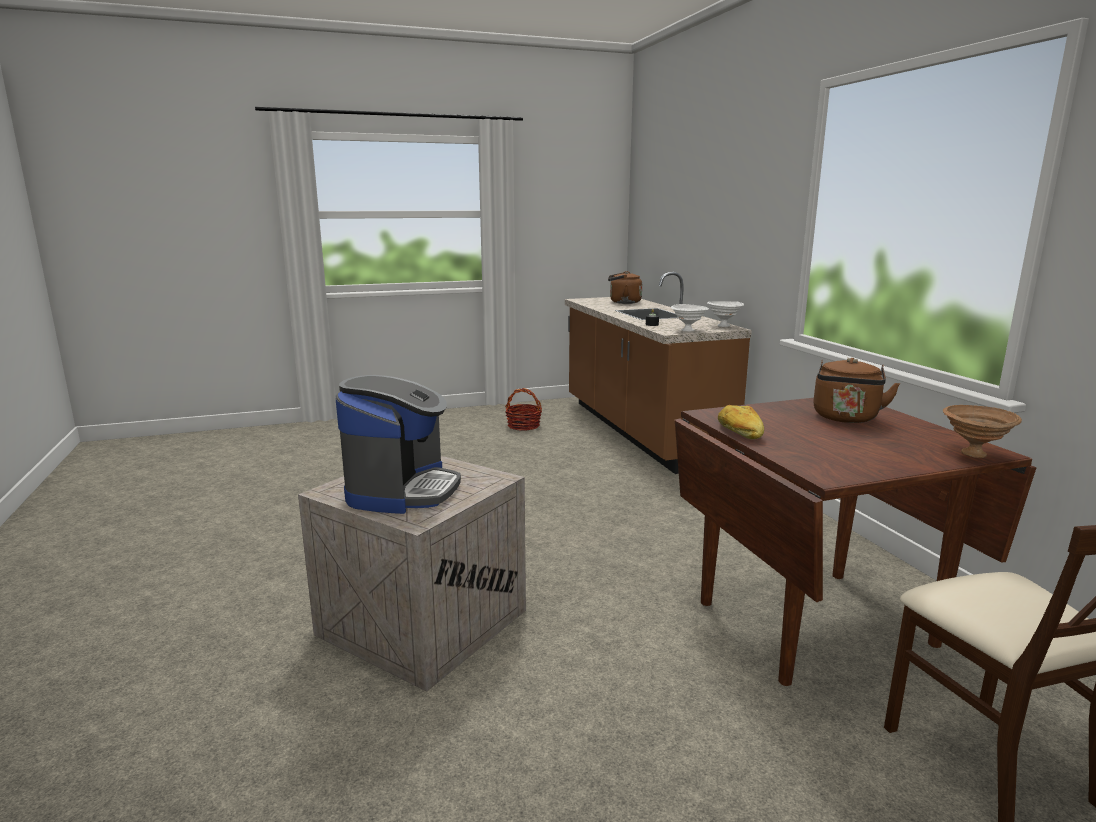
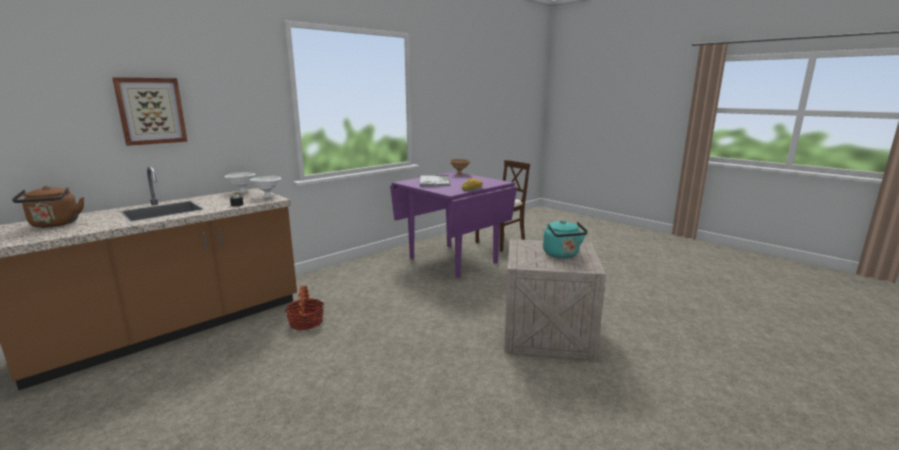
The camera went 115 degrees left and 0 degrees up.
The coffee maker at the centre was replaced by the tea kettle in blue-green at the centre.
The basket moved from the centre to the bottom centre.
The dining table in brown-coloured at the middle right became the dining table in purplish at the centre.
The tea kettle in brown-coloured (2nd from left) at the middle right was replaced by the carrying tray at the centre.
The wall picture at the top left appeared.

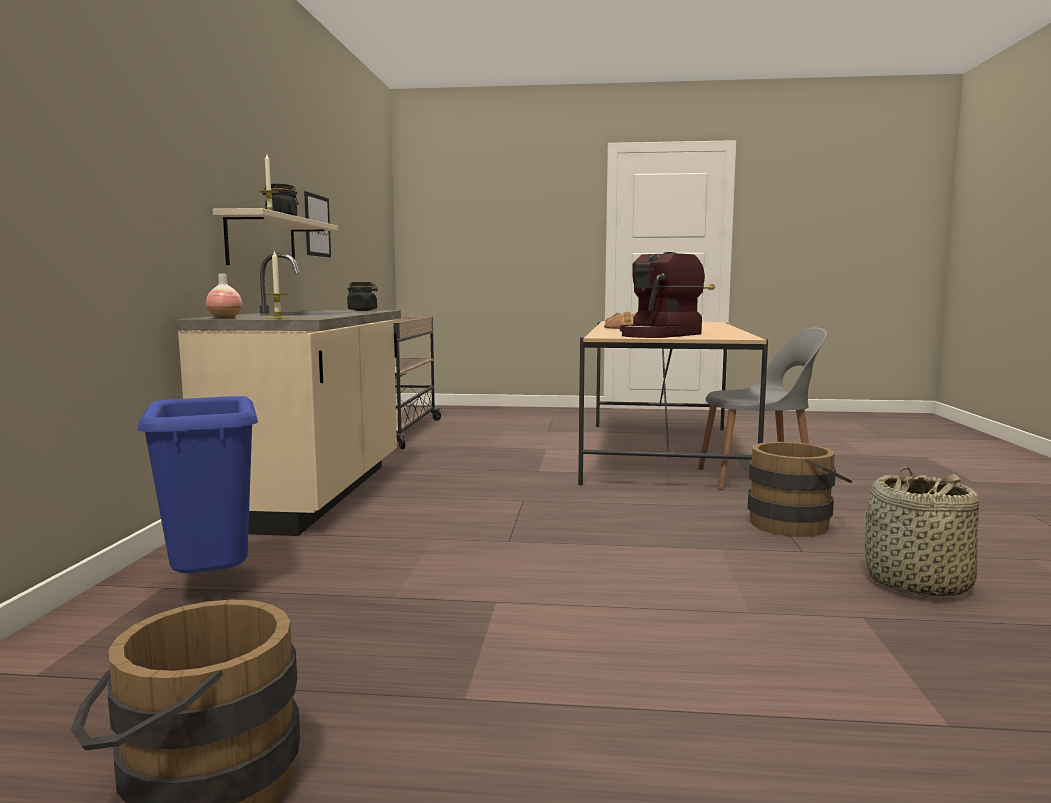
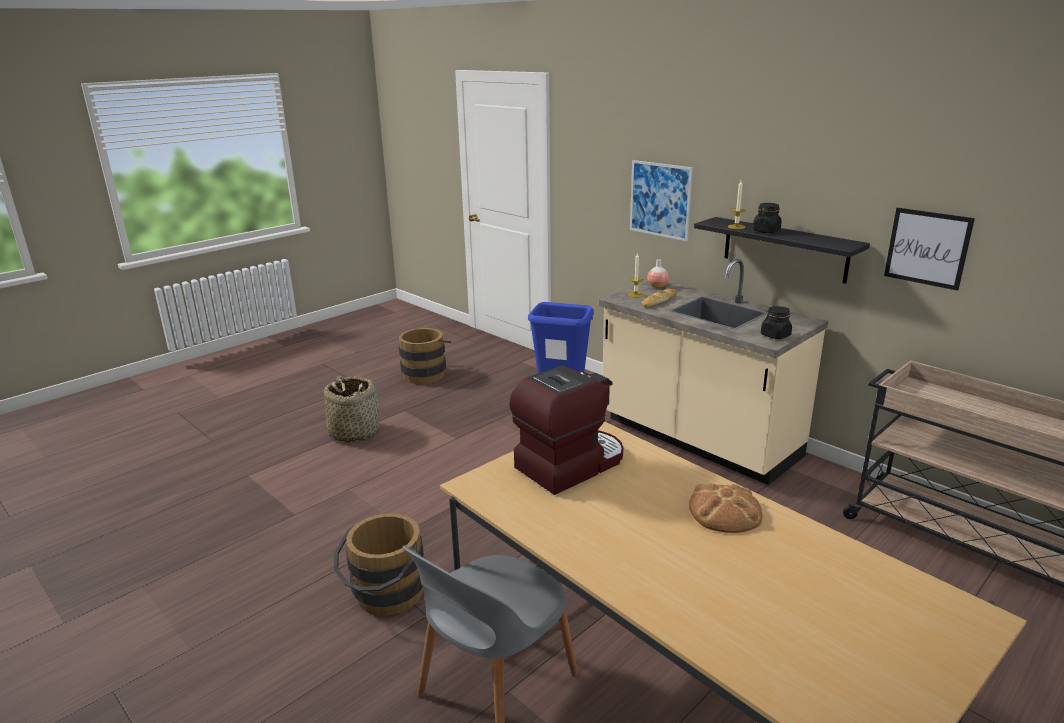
The camera went 130 degrees right and 15 degrees up.
The bracket shelf in sand-coloured at the top left became the bracket shelf in black at the middle right.
The coffee maker at the centre turned 60 degrees clockwise.
The basket moved from the middle right to the middle left.
The wall picture (1st from left) at the top centre appeared.
The bread (1st from left) at the centre appeared.

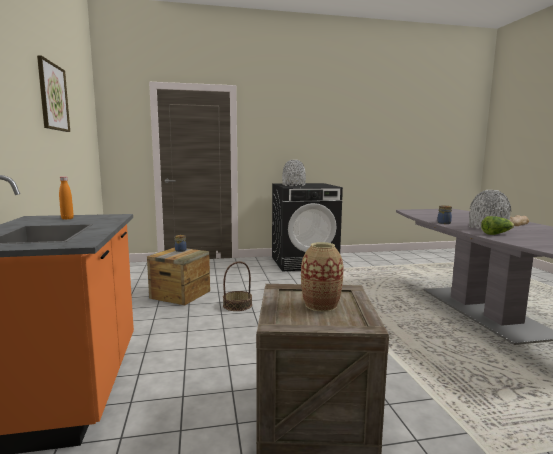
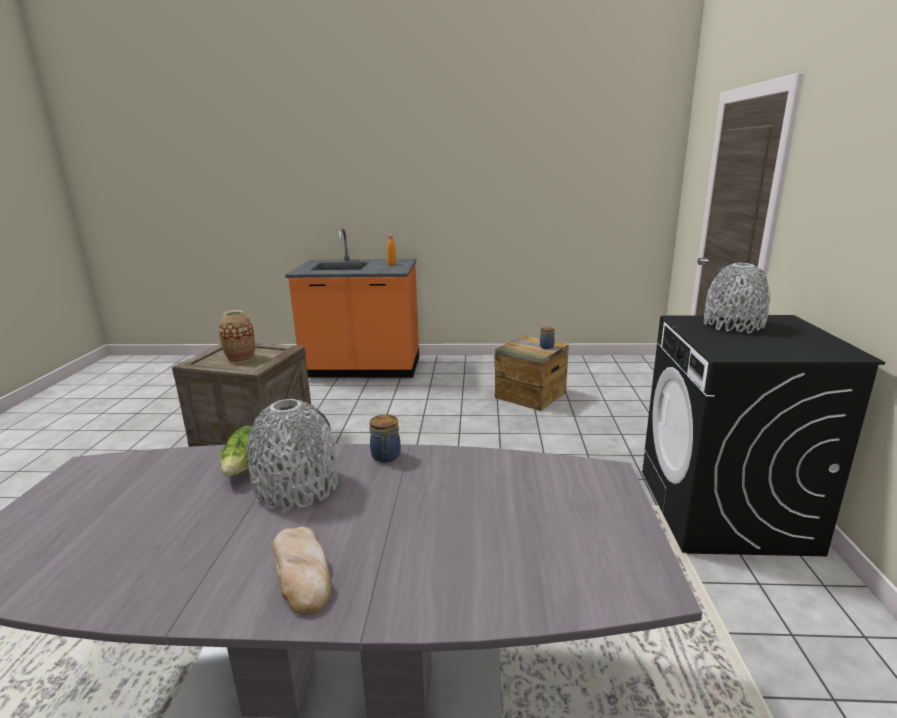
The camera went 105 degrees right and 10 degrees up.
The wall picture at the top left disappeared.
The basket at the centre disappeared.

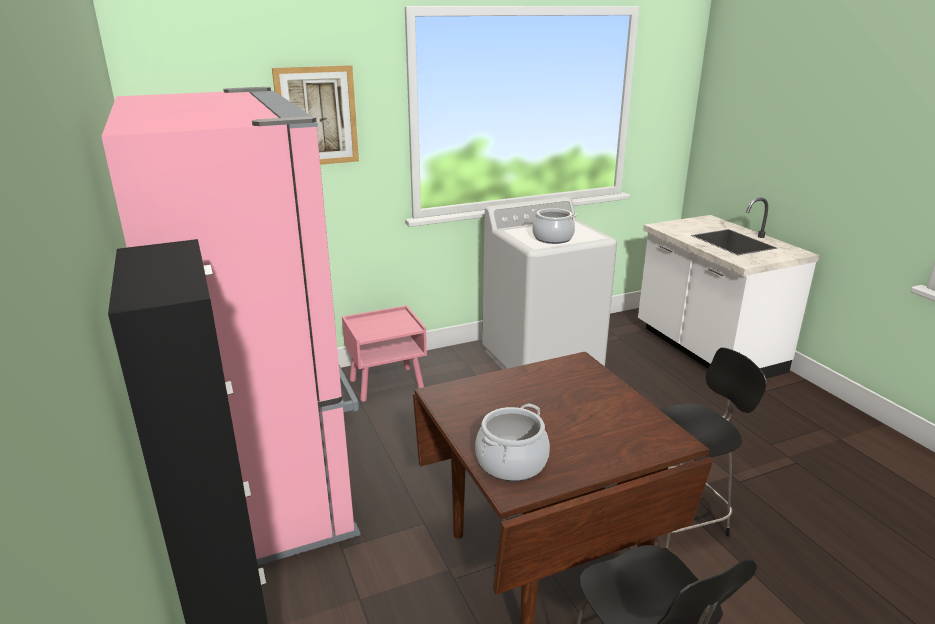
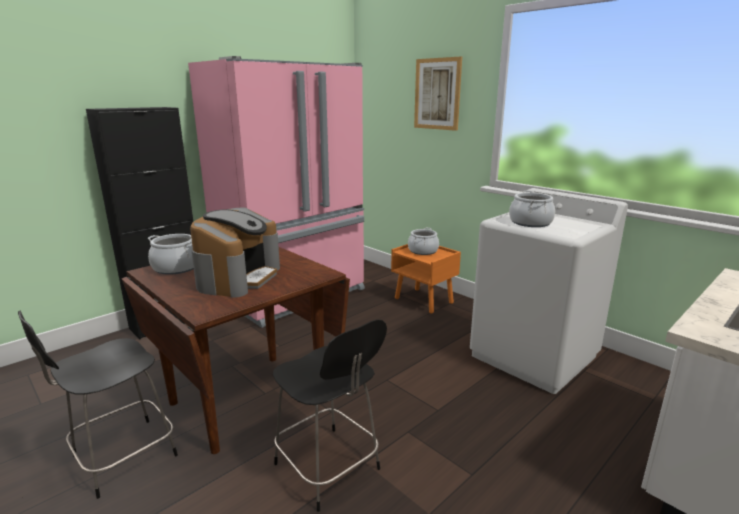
The camera went 70 degrees right and 5 degrees down.
The night table in pink-coloured at the centre became the night table in orange at the centre.
The coffee maker at the middle left appeared.
The cooking pot (2nd from left) at the centre appeared.

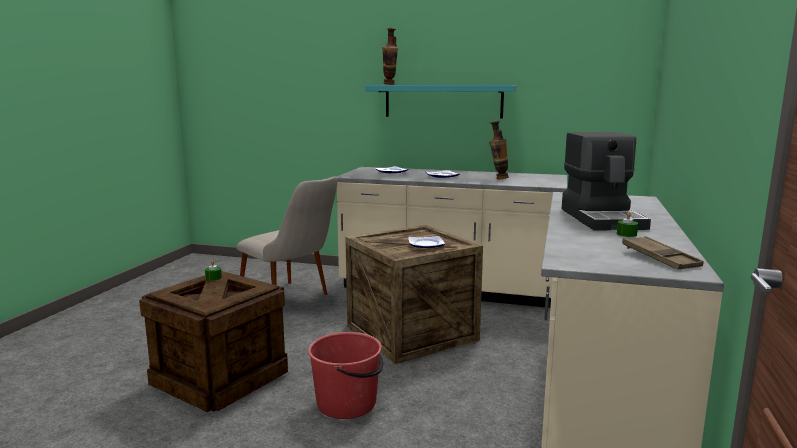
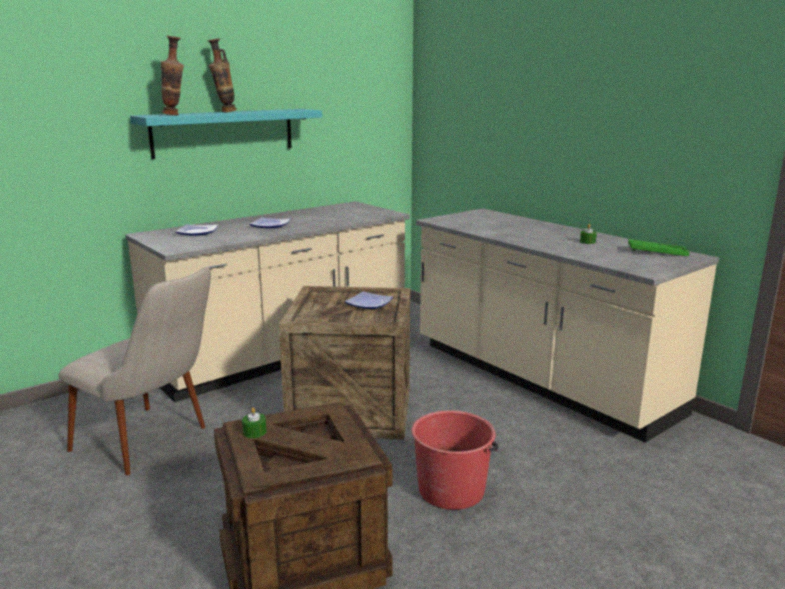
The camera went 55 degrees left and 5 degrees up.
The plain chair in sand-coloured at the centre turned 45 degrees clockwise.
The decorative vase (2nd from left) moved from the centre to the top left.
The coffee maker at the middle right disappeared.
The carrying tray in brown-coloured at the middle right became the carrying tray in green-coloured at the middle right.

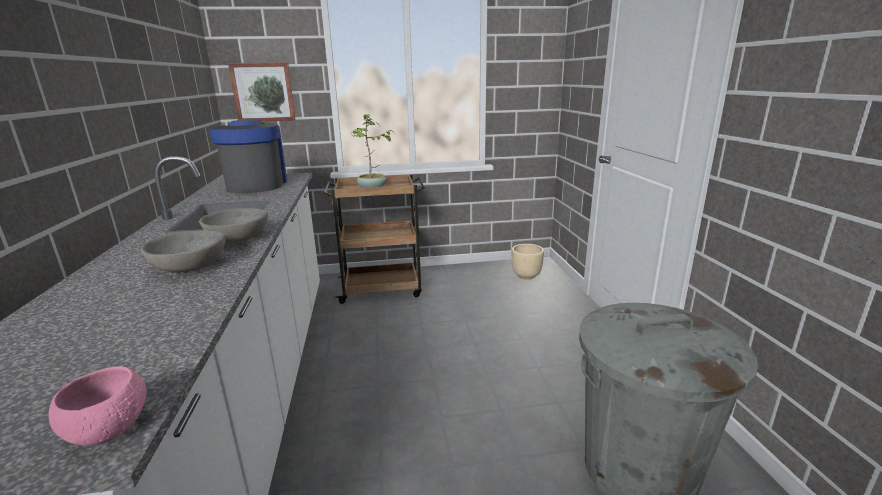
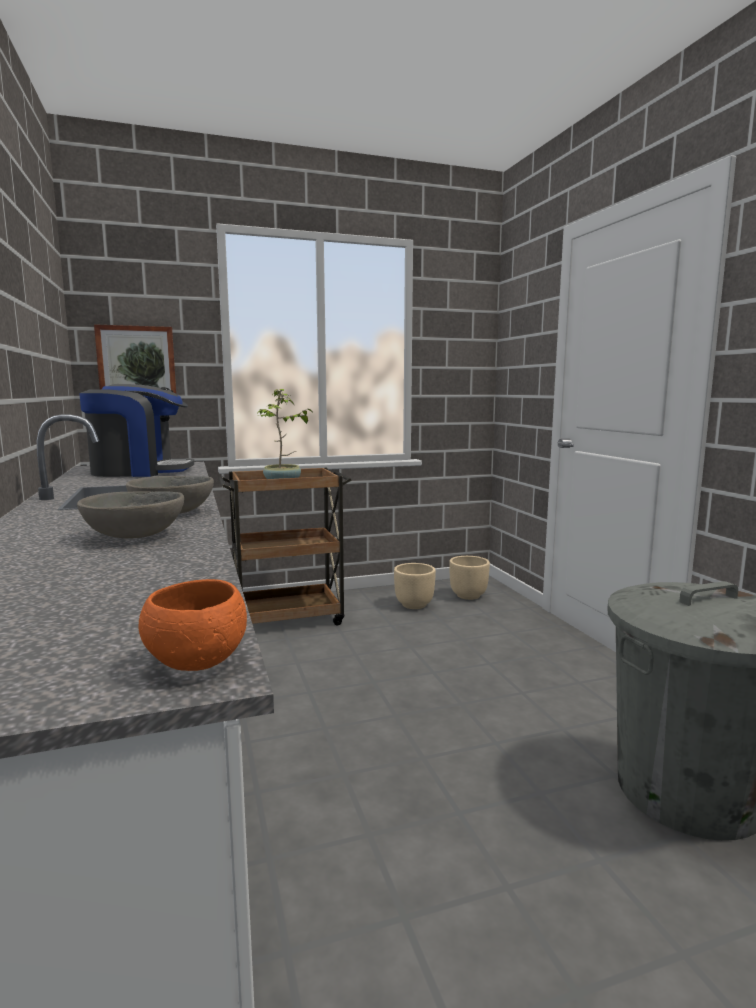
The camera went 10 degrees left and 10 degrees down.
The bowl in pink-coloured at the bottom left became the bowl in orange at the middle left.
The coffee maker at the top left turned 105 degrees clockwise.
The plant pot in sand-coloured (1st from left) at the centre appeared.

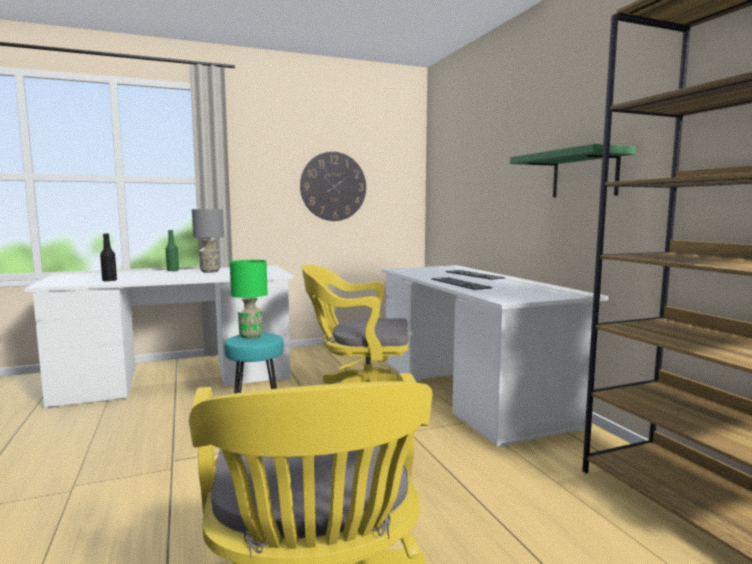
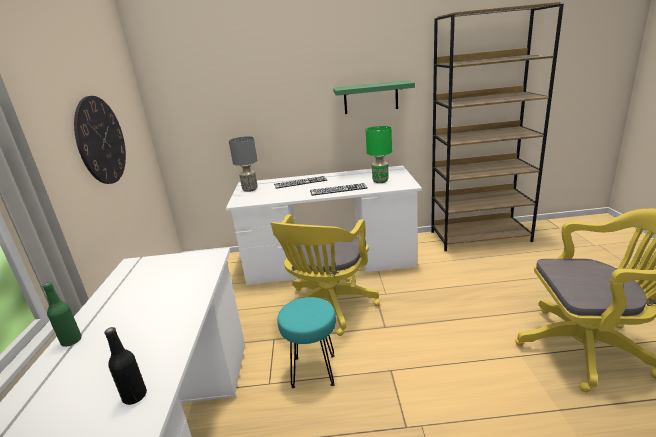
The camera went 70 degrees left and 15 degrees up.
The table lamp in greyish moved from the middle left to the centre.
The table lamp in green-coloured moved from the middle left to the centre.

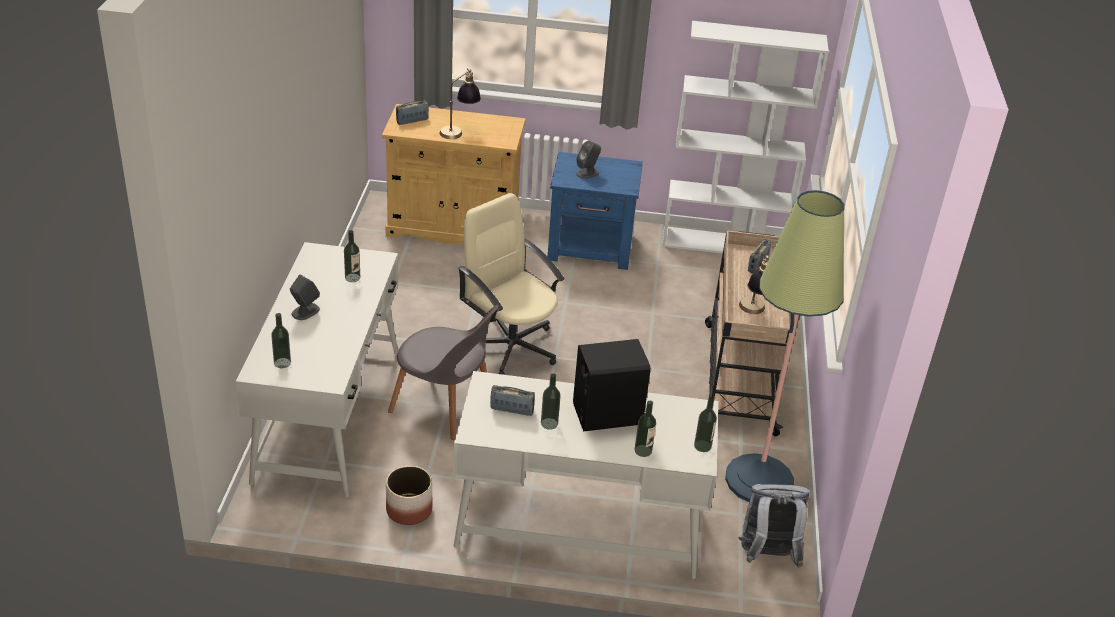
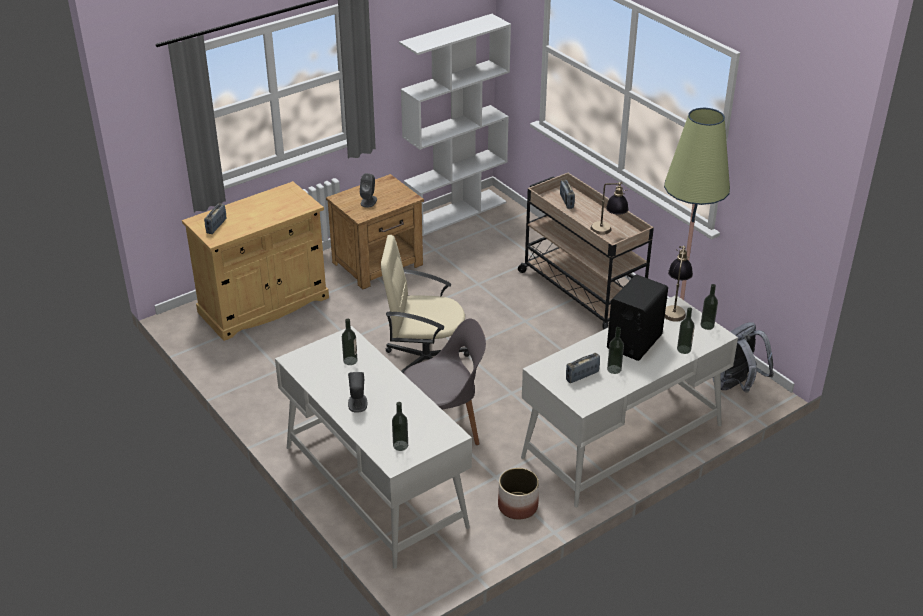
The camera went 40 degrees left and 0 degrees up.
The table lamp (1st from left in the first image) moved from the top centre to the middle right.
The night table in blue at the centre became the night table in brown-coloured at the centre.

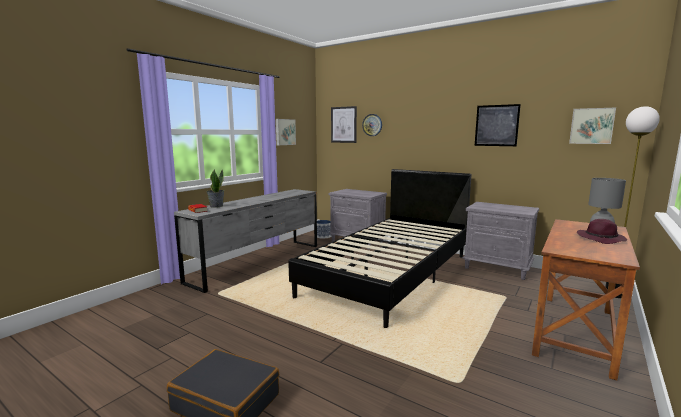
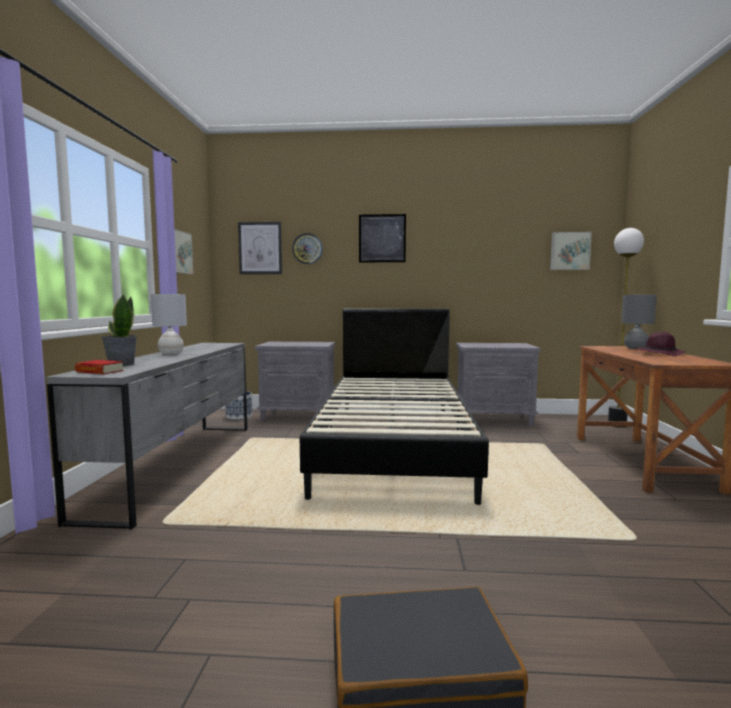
The camera went 30 degrees left and 5 degrees down.
The wall picture (3rd from left) moved from the top right to the centre.
The table lamp in greyish (1st from left) at the middle left appeared.

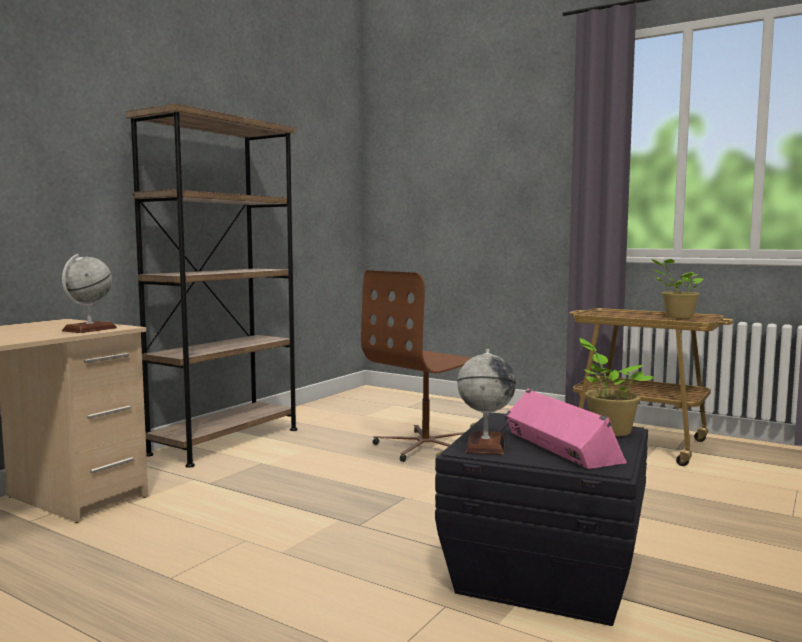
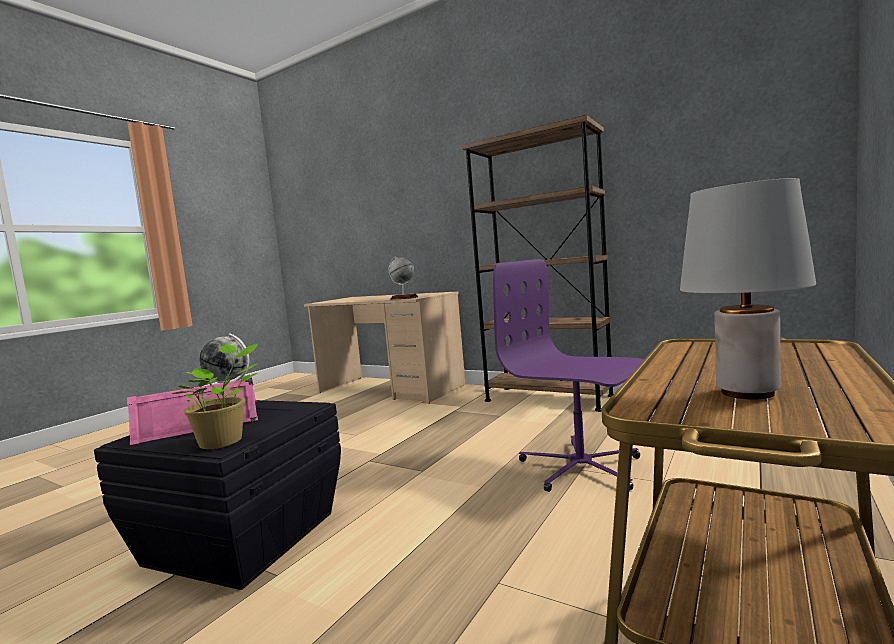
The camera went 90 degrees right and 0 degrees up.
The desk chair in brown-coloured at the centre became the desk chair in purplish at the centre.
The plant in a pot (2nd from left) at the middle right was replaced by the table lamp in greyish at the middle right.

